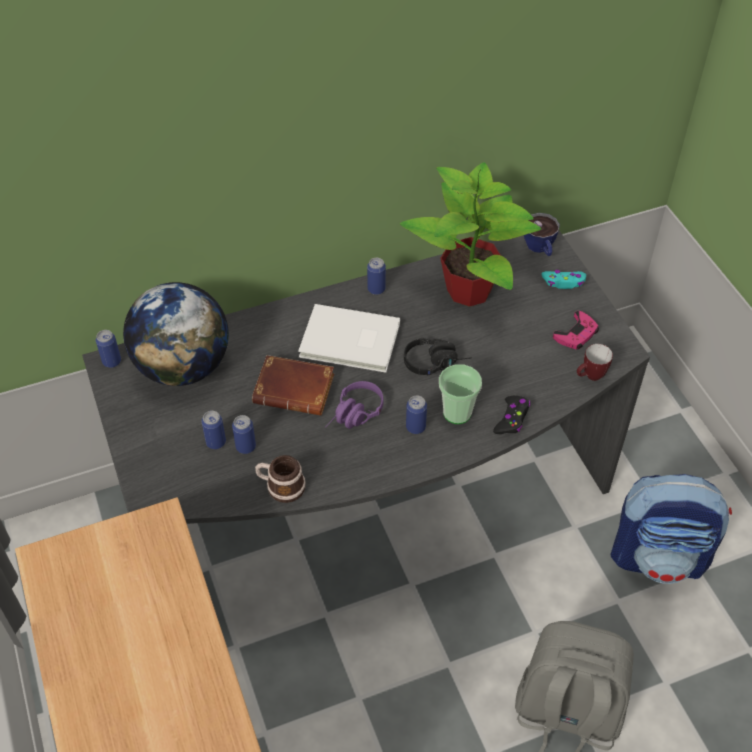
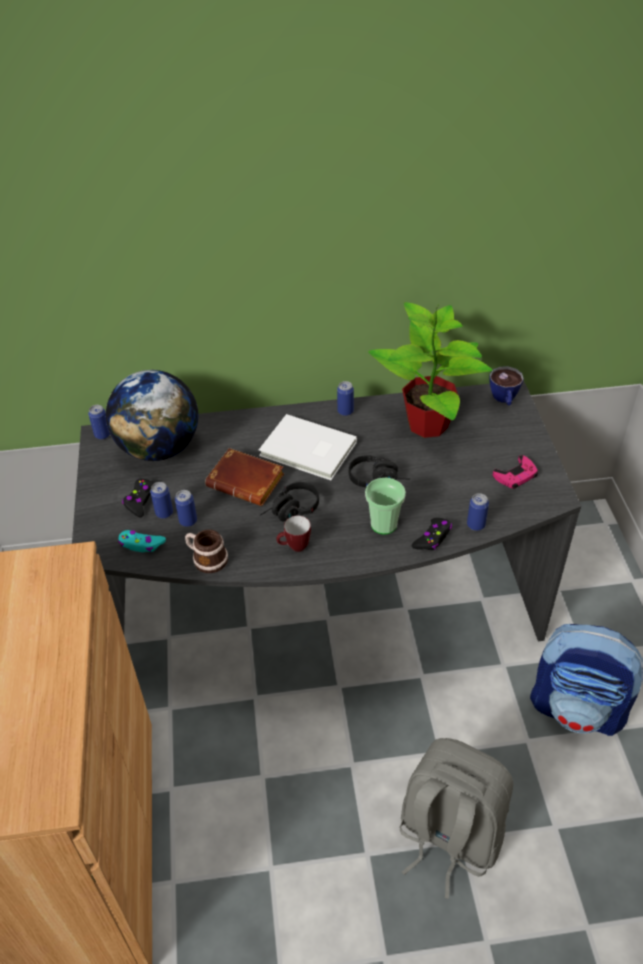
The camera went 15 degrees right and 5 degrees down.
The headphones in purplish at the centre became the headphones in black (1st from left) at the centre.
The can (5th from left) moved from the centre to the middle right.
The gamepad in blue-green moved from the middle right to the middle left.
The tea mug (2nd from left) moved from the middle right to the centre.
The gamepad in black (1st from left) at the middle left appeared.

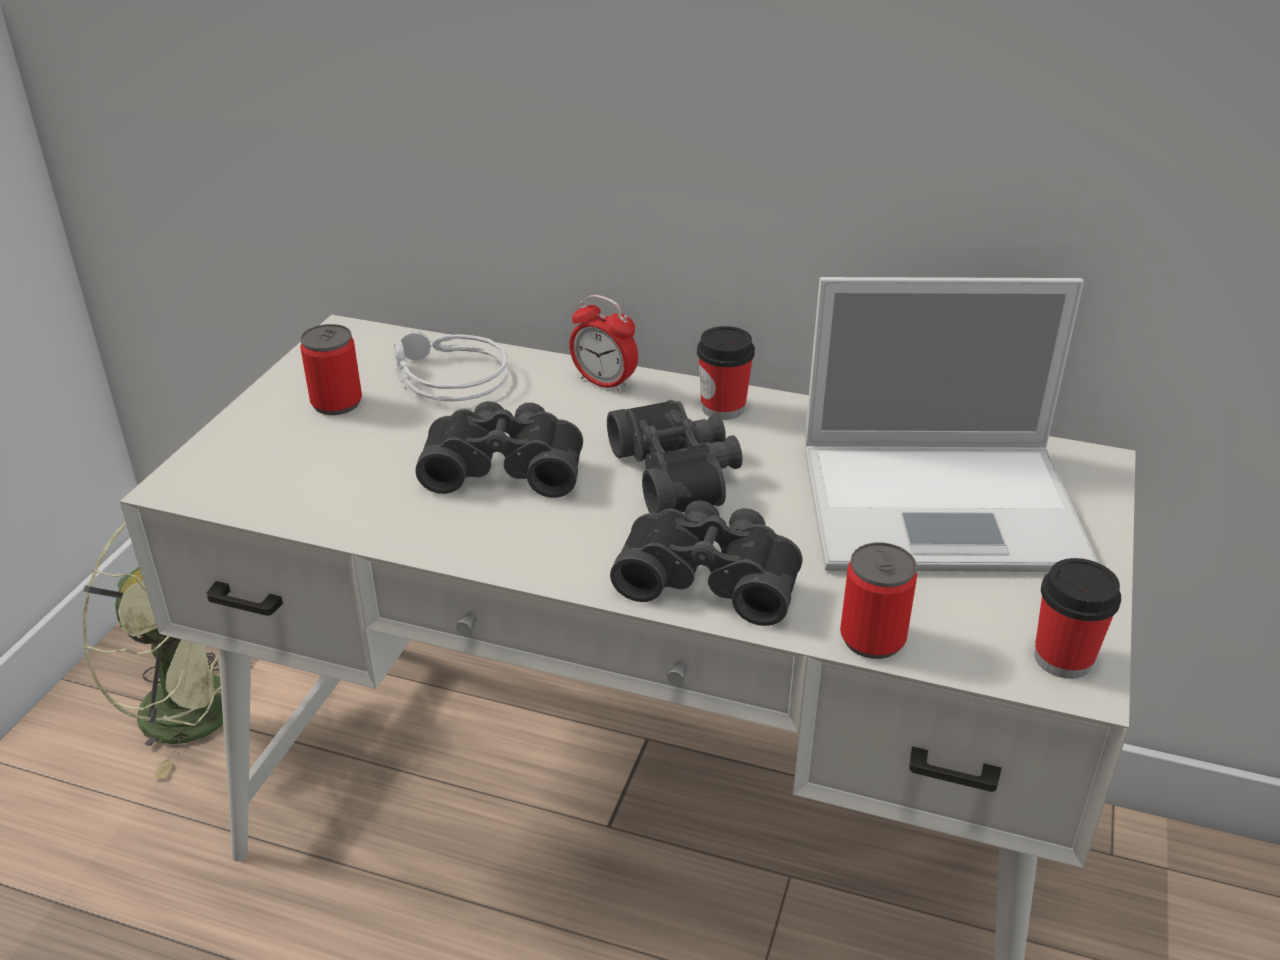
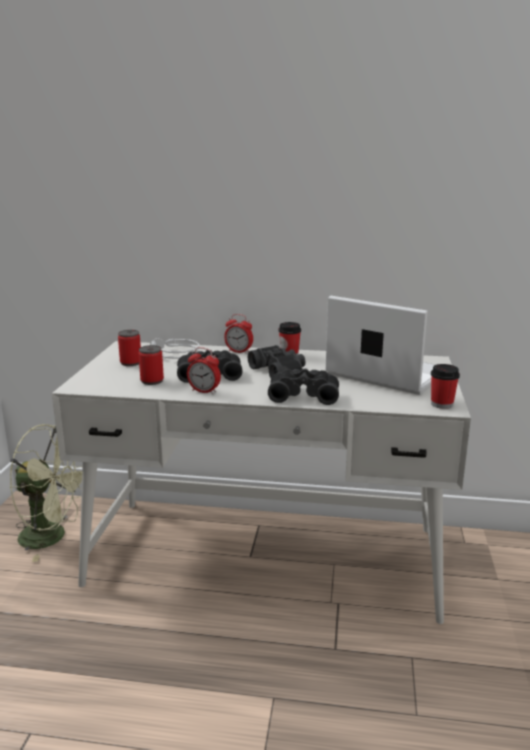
The camera went 10 degrees left and 15 degrees down.
The laptop at the middle right turned 135 degrees counterclockwise.
The can (2nd from left) moved from the middle right to the middle left.
The bedside clock (1st from left) at the centre appeared.

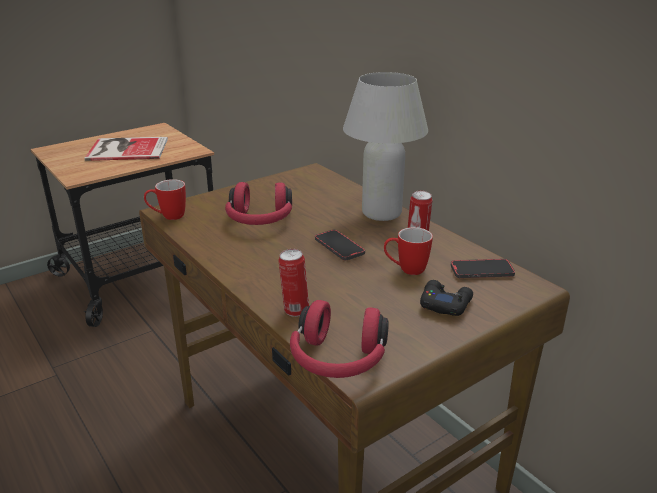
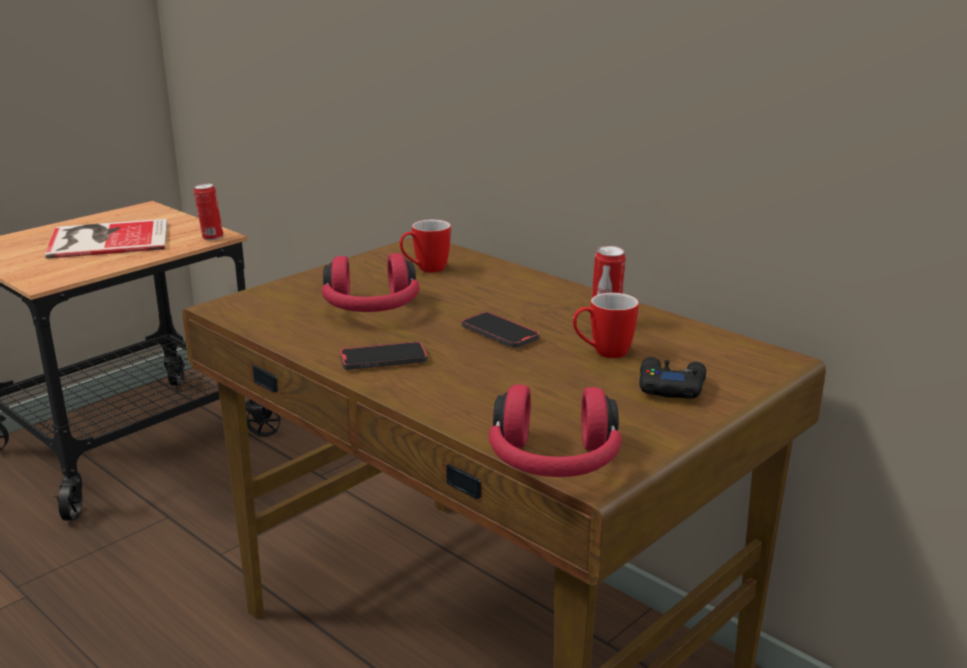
The camera went 10 degrees left and 5 degrees down.
The tea mug (1st from left) moved from the middle left to the centre.
The can (1st from left) moved from the centre to the top left.
The table lamp in white at the top centre disappeared.
The handset (2nd from left in the first image) moved from the middle right to the centre.

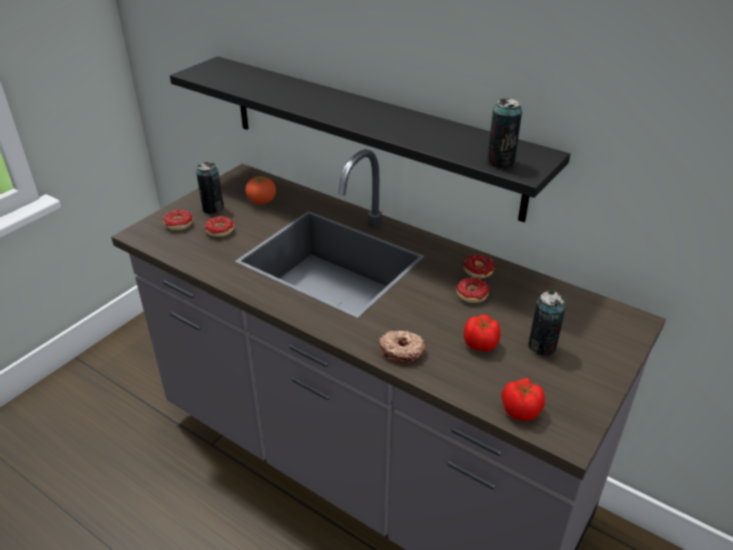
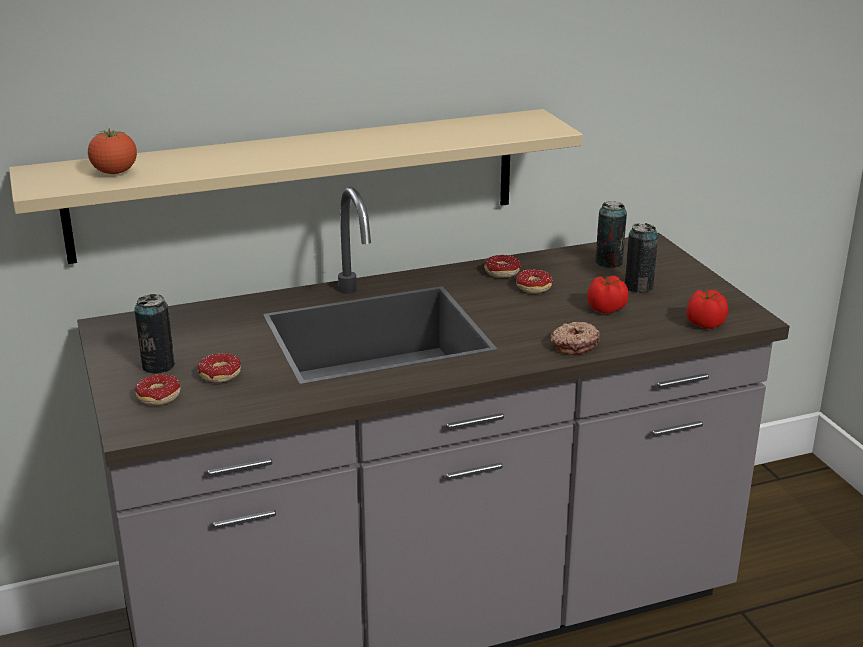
The camera went 55 degrees left and 10 degrees down.
The bracket shelf in black at the top centre became the bracket shelf in sand-coloured at the top centre.
The tomato (1st from left) moved from the centre to the top left.
The can (2nd from left) moved from the top right to the middle right.

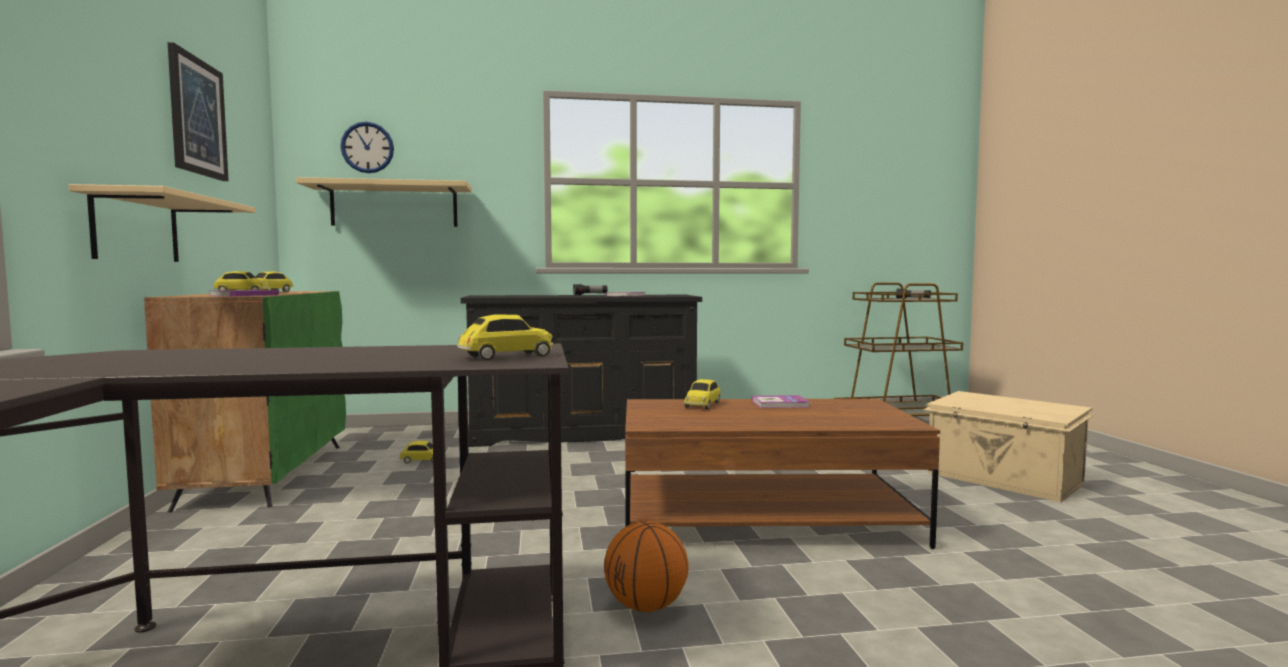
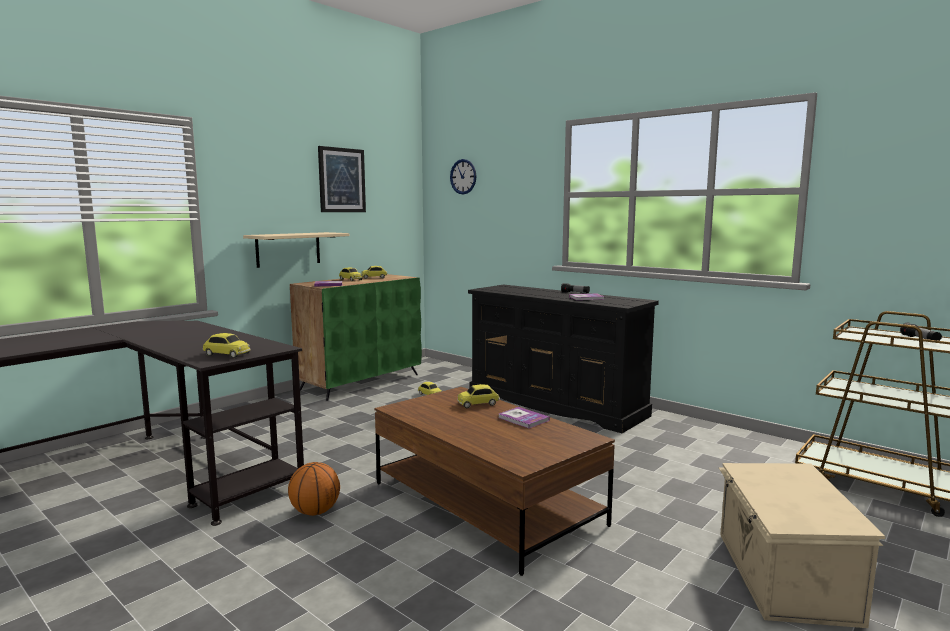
The camera went 50 degrees right and 5 degrees up.
The bracket shelf in sand-coloured (2nd from left) at the top left disappeared.

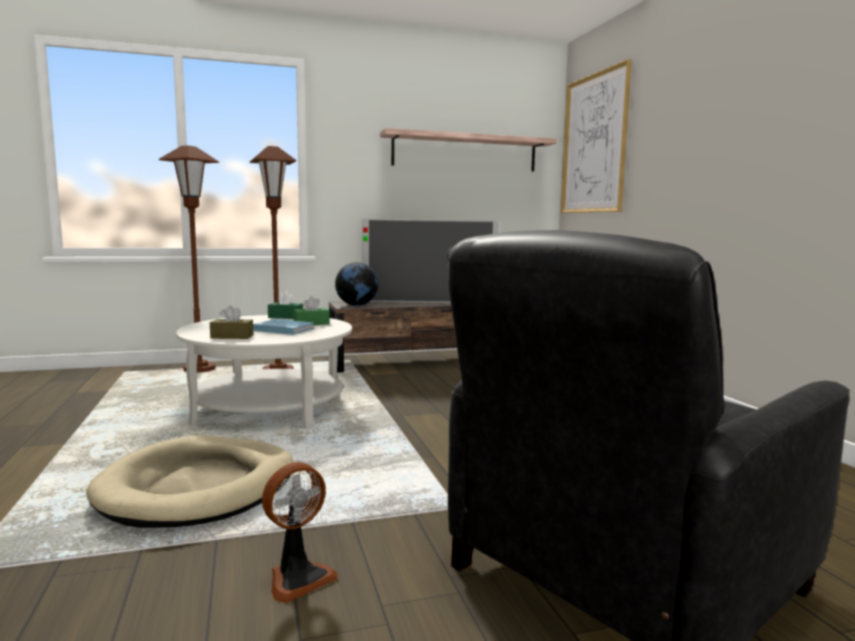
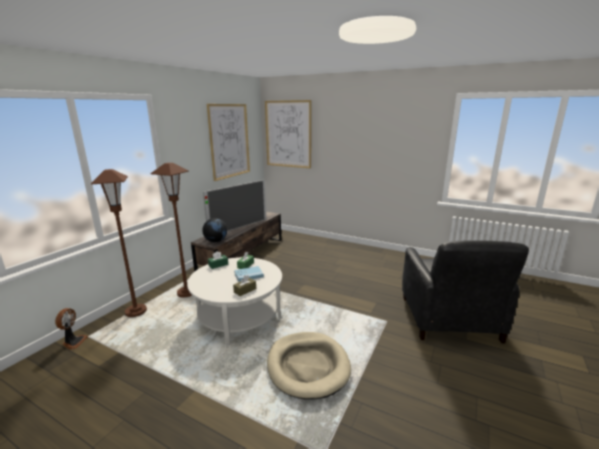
The camera went 45 degrees left and 10 degrees up.
The cooling fan moved from the bottom centre to the bottom left.
The bracket shelf at the top centre was replaced by the wall picture (1st from left) at the top centre.

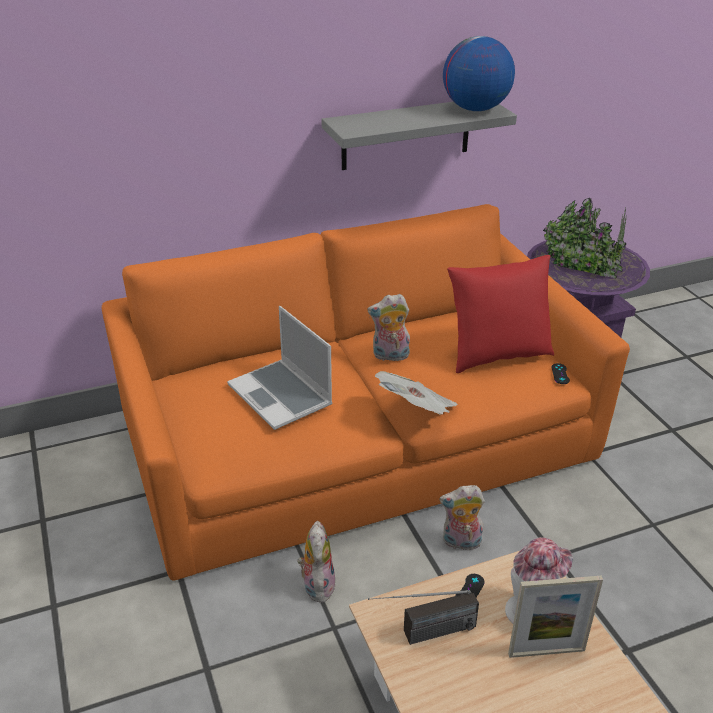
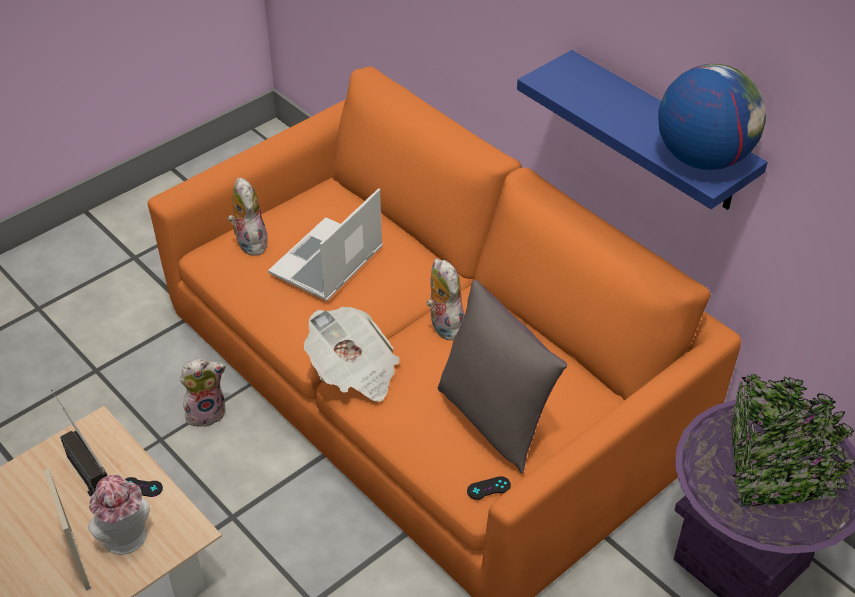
The camera went 70 degrees right and 10 degrees up.
The bracket shelf in greyish at the top centre became the bracket shelf in blue at the top right.
The plush toy (3rd from left in the first image) moved from the bottom centre to the middle left.
The cushion in red-coloured at the middle right became the cushion in greyish at the centre.

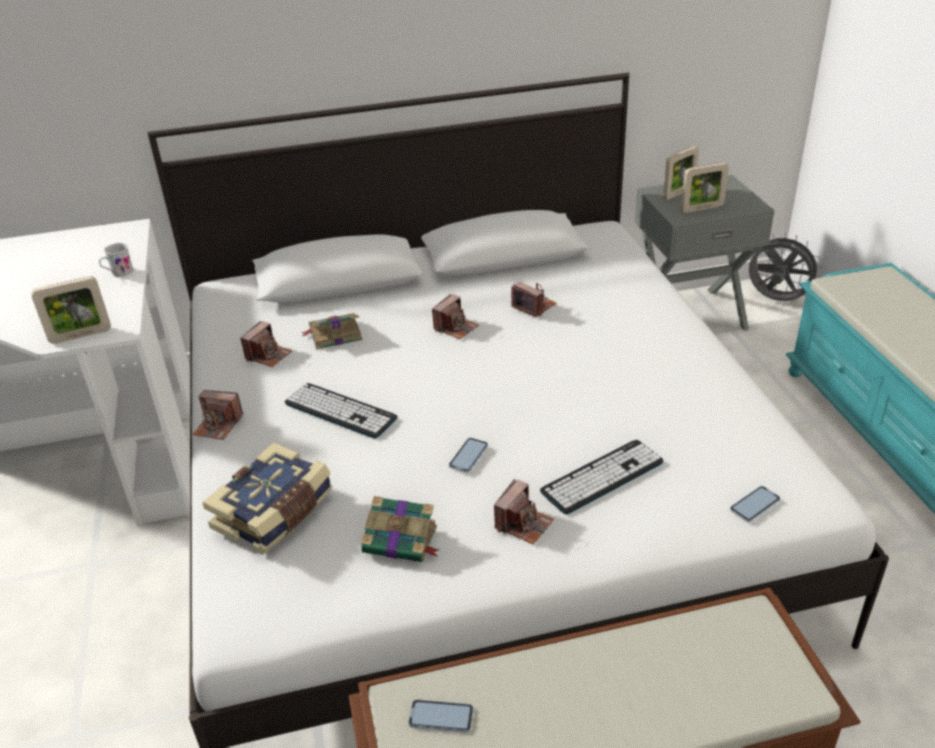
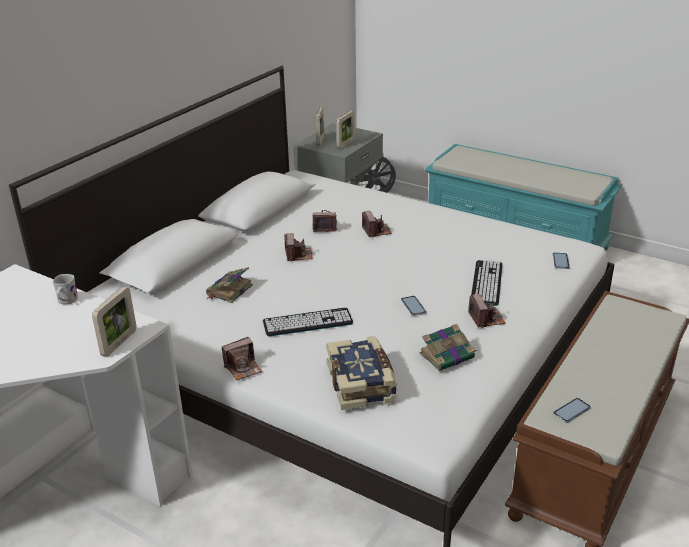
The camera went 45 degrees left and 5 degrees down.
The still camera (2nd from left in the first image) moved from the middle left to the centre.

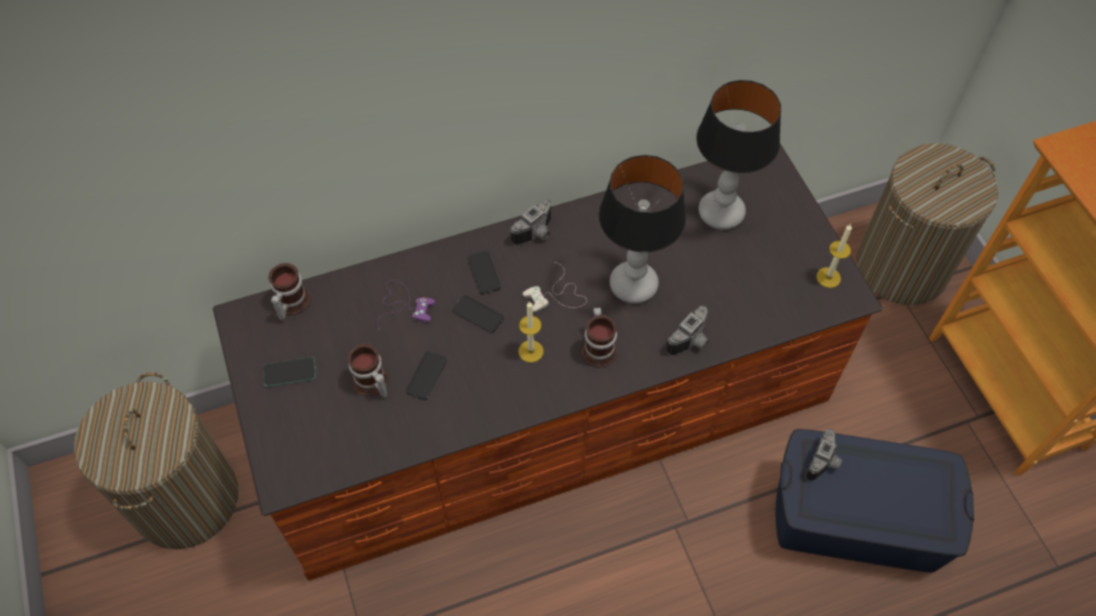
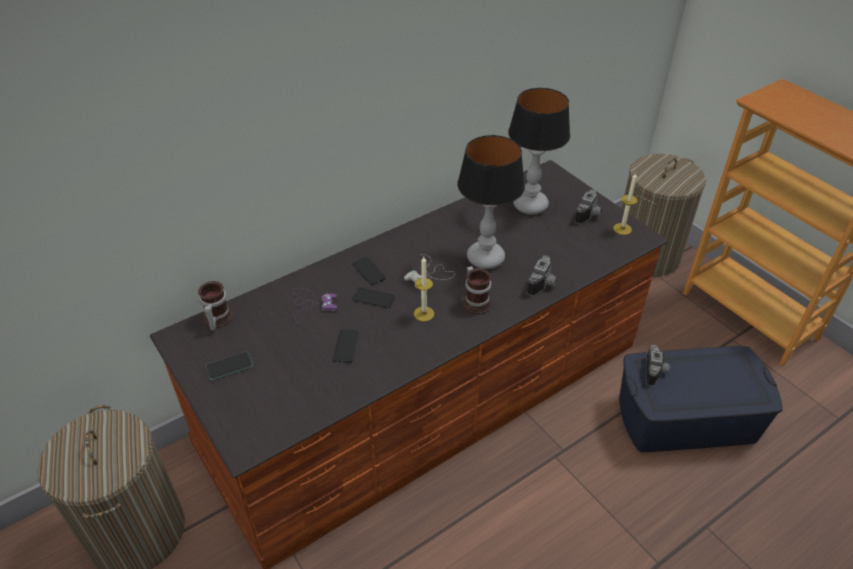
The camera went 15 degrees left and 15 degrees down.
The tea mug (2nd from left) at the centre disappeared.
The still camera (1st from left in the first image) moved from the centre to the middle right.

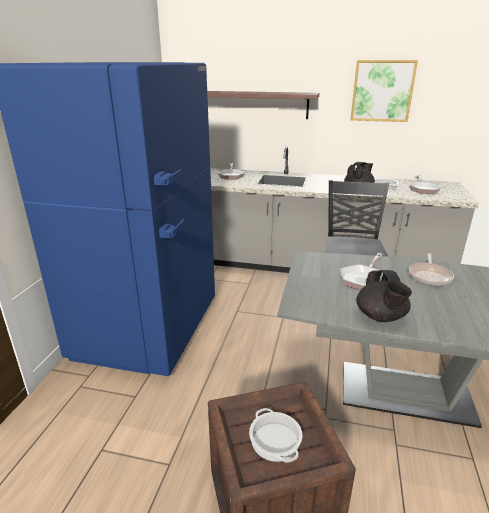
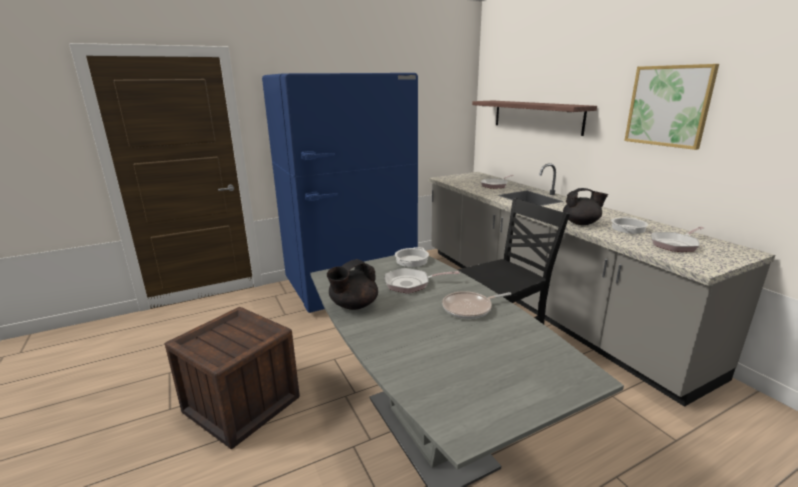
The camera went 50 degrees right and 5 degrees down.
The cooking pot (1st from left) moved from the bottom centre to the centre.

